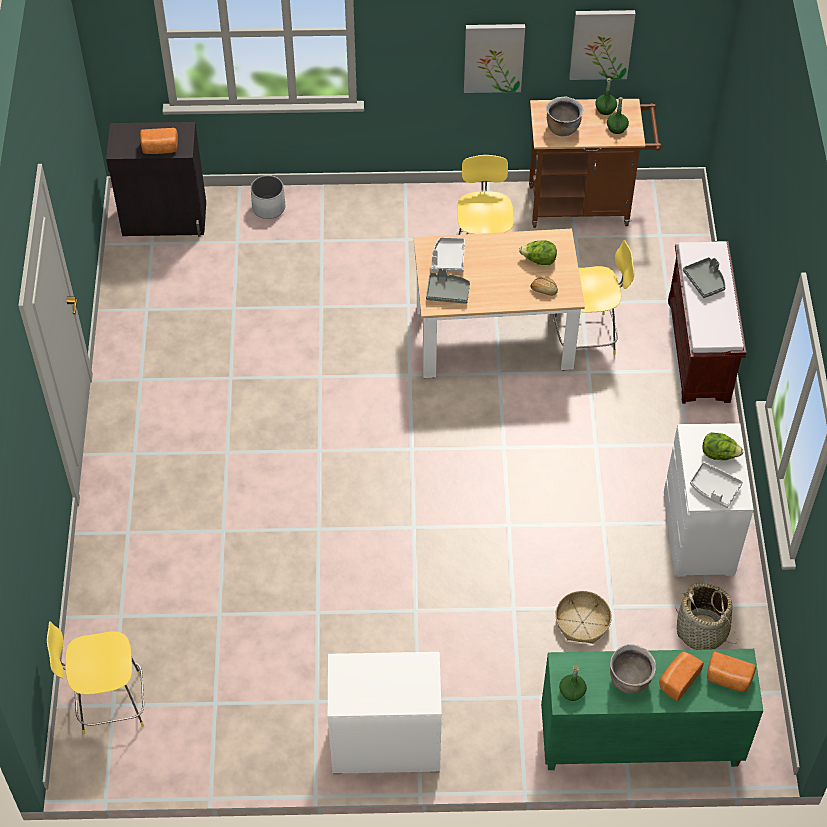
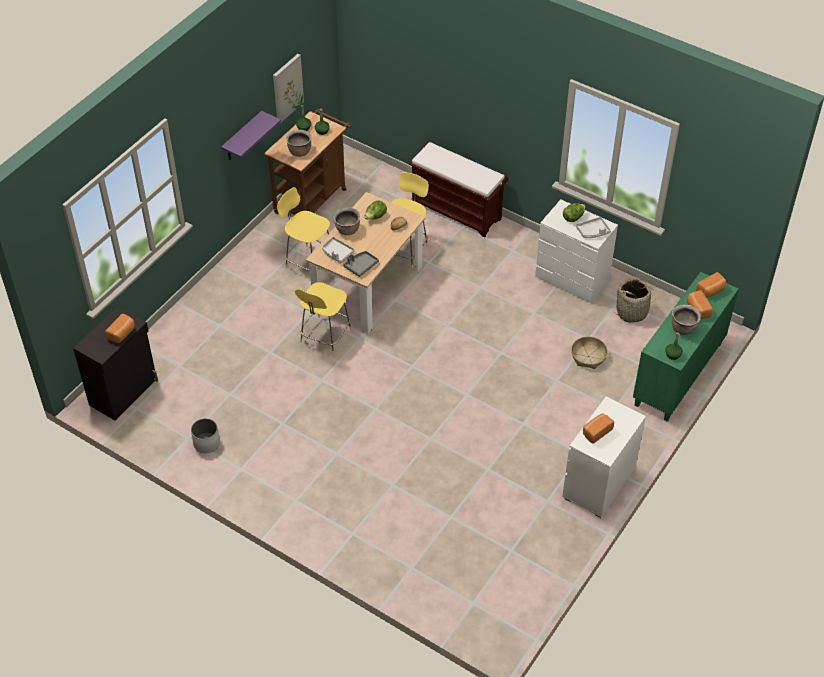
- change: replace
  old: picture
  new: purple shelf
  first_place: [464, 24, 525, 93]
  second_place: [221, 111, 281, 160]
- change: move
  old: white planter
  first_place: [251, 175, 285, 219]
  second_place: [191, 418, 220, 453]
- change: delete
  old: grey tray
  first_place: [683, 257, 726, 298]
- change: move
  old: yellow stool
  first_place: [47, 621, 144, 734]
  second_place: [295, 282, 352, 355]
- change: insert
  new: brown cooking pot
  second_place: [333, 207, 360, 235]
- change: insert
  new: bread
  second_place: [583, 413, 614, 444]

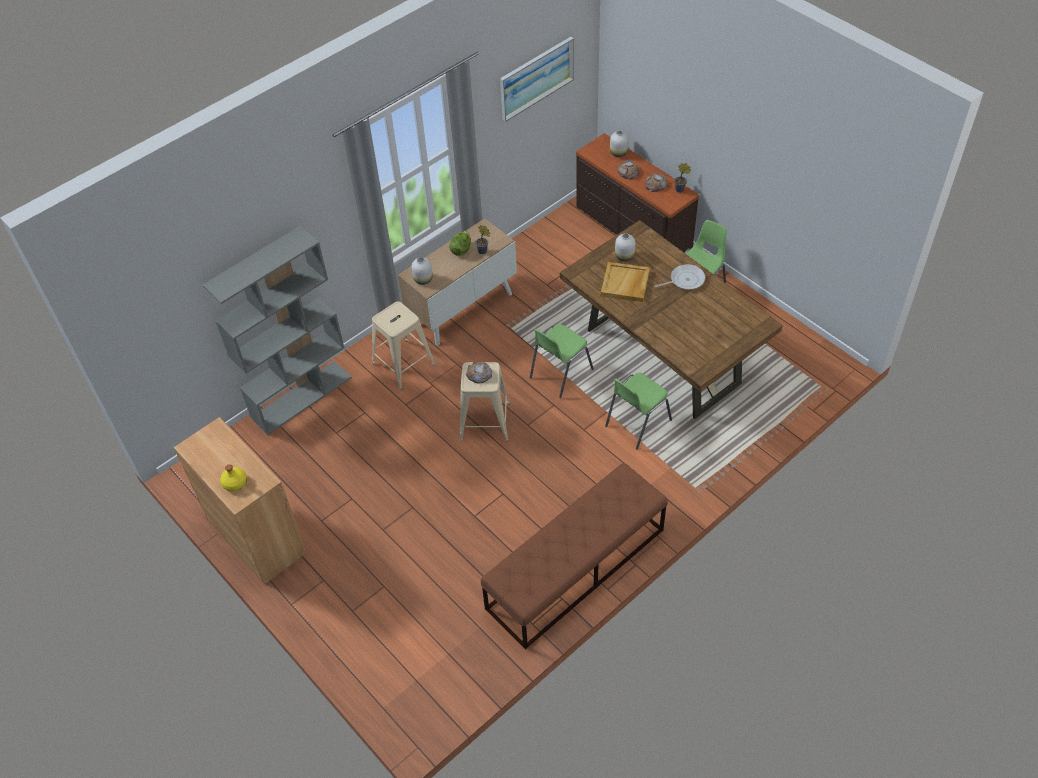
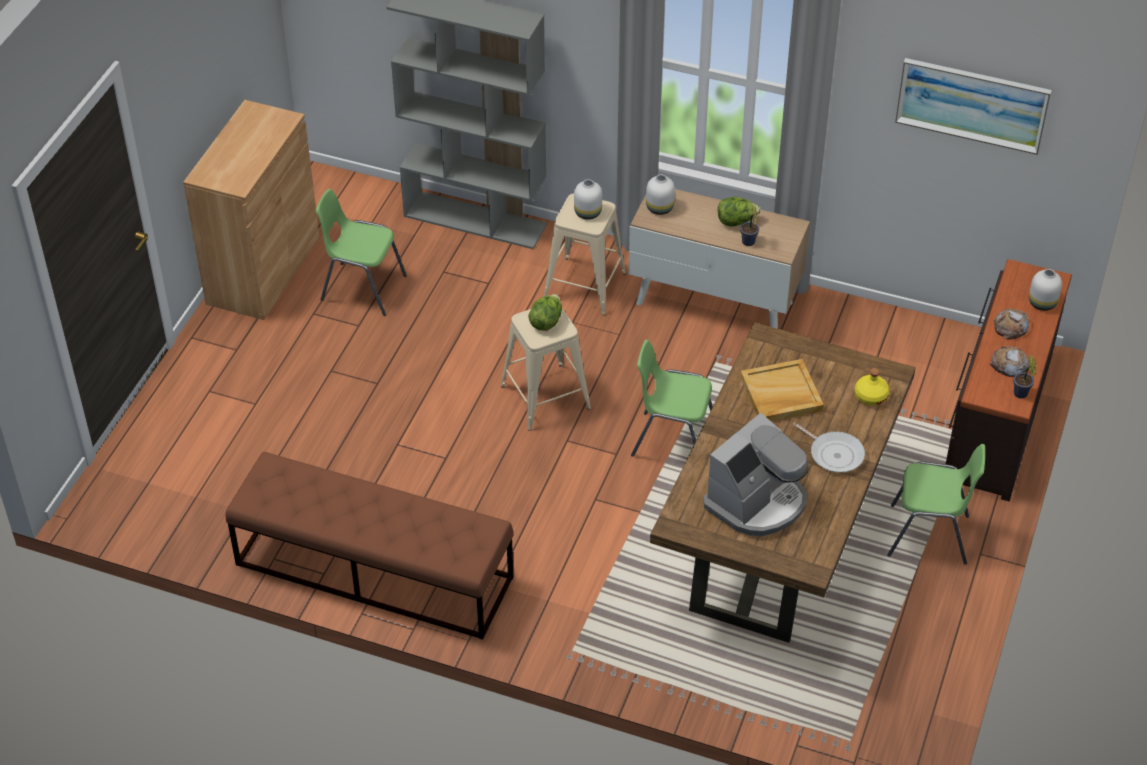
- change: move
  old: white vase
  first_place: [615, 233, 635, 261]
  second_place: [574, 179, 602, 220]
- change: replace
  old: bread
  new: lettuce
  first_place: [465, 362, 492, 383]
  second_place: [528, 294, 562, 331]
- change: move
  old: green chair
  first_place: [605, 373, 672, 450]
  second_place: [316, 189, 407, 316]
- change: move
  old: yellow bottle
  first_place: [220, 464, 247, 491]
  second_place: [855, 368, 889, 406]
- change: insert
  new: coffee machine
  second_place: [703, 413, 809, 536]

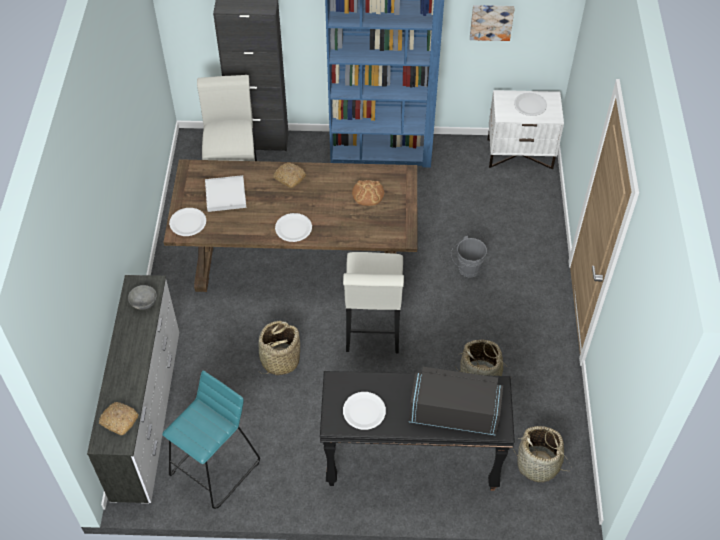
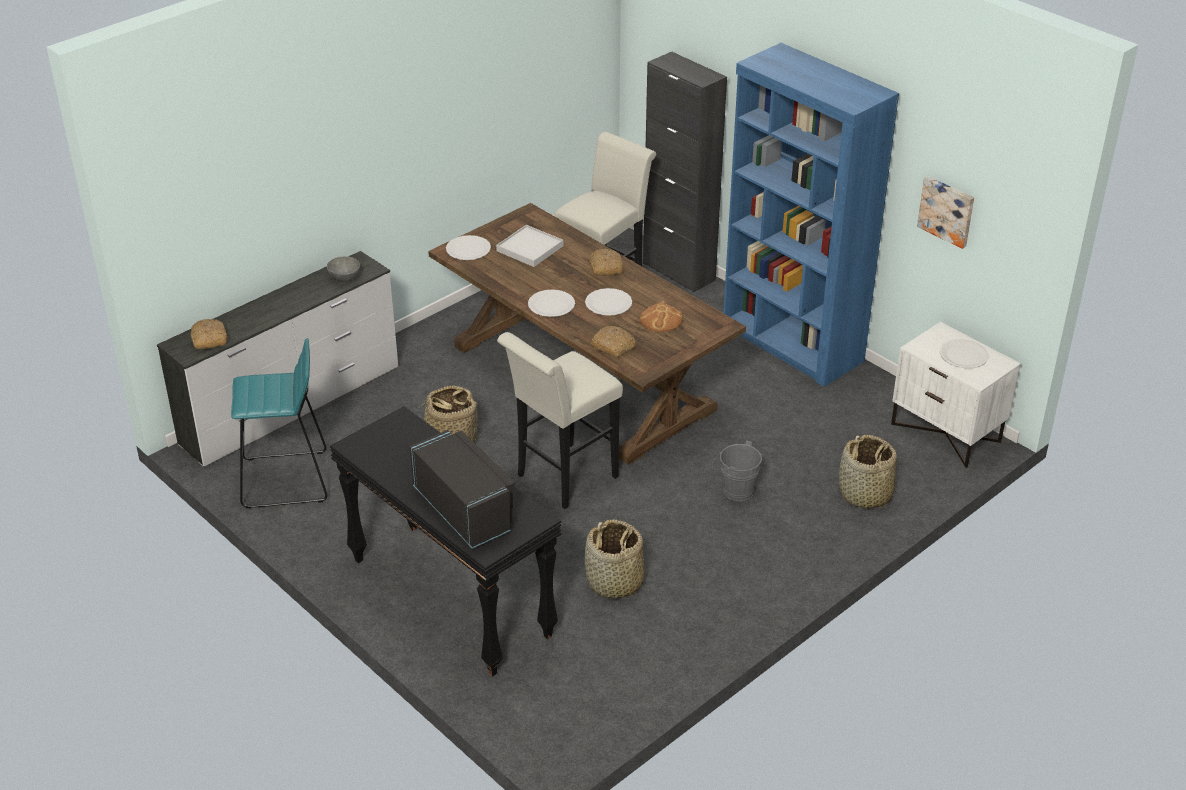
- change: move
  old: white plate
  first_place: [343, 392, 386, 430]
  second_place: [585, 288, 632, 316]
- change: move
  old: basket
  first_place: [513, 426, 568, 482]
  second_place: [839, 435, 897, 509]
- change: insert
  new: bread
  second_place: [591, 326, 636, 358]

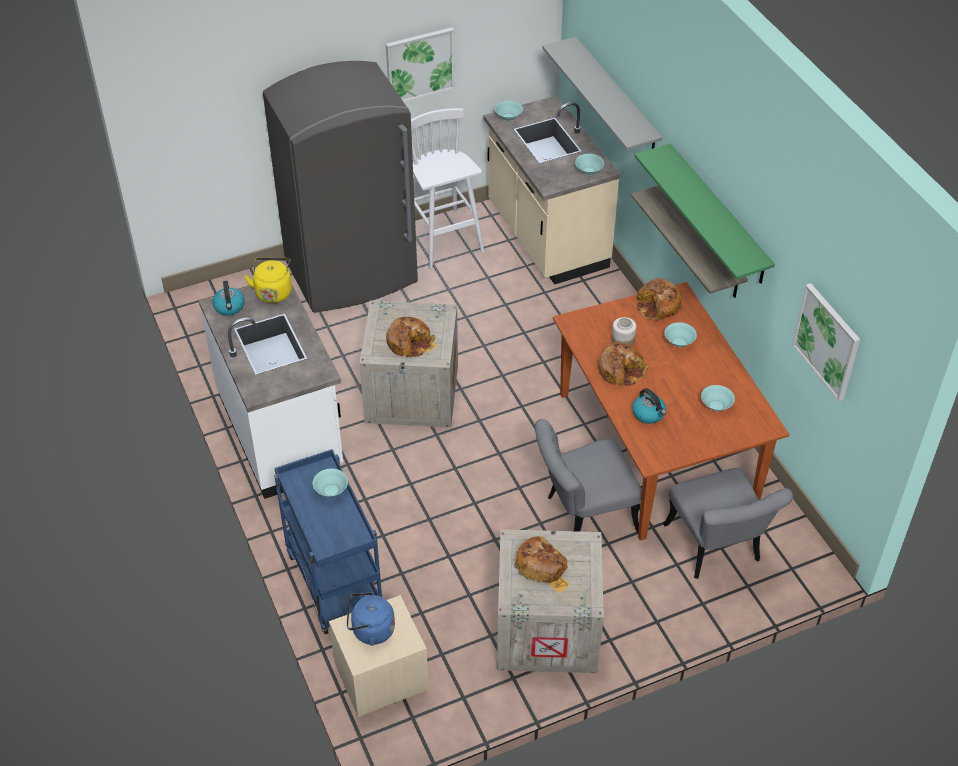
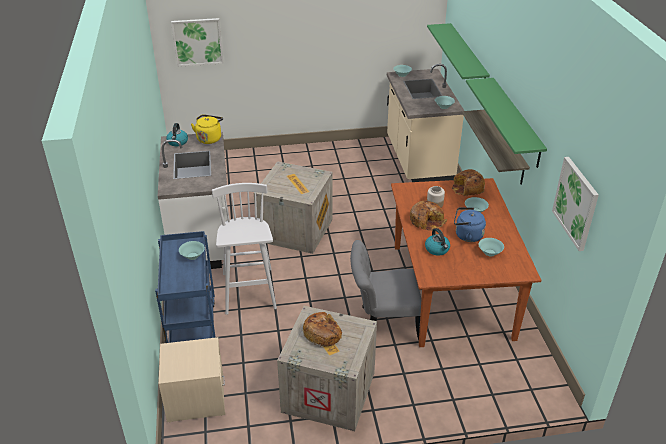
- change: move
  old: picture
  first_place: [386, 27, 455, 102]
  second_place: [171, 18, 224, 67]
- change: recolor
  old: grey shelf
  new: green shelf
  first_place: [542, 37, 663, 150]
  second_place: [427, 23, 490, 79]
- change: delete
  old: grey fridge
  first_place: [263, 61, 418, 313]
- change: move
  old: white stool
  first_place: [411, 108, 485, 269]
  second_place: [212, 183, 277, 315]
- change: delete
  old: bread
  first_place: [386, 317, 435, 357]
- change: delete
  old: grey chair
  first_place: [663, 468, 793, 579]
- change: move
  old: blue kettle
  first_place: [347, 592, 395, 646]
  second_place: [454, 207, 486, 242]

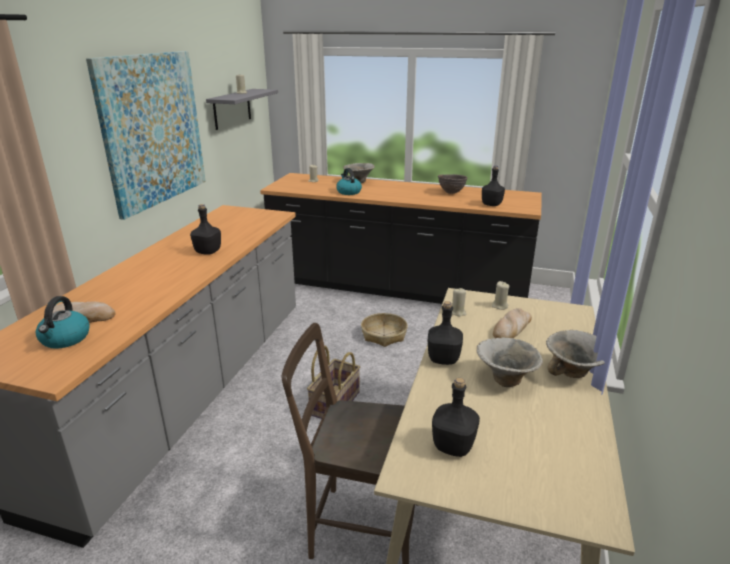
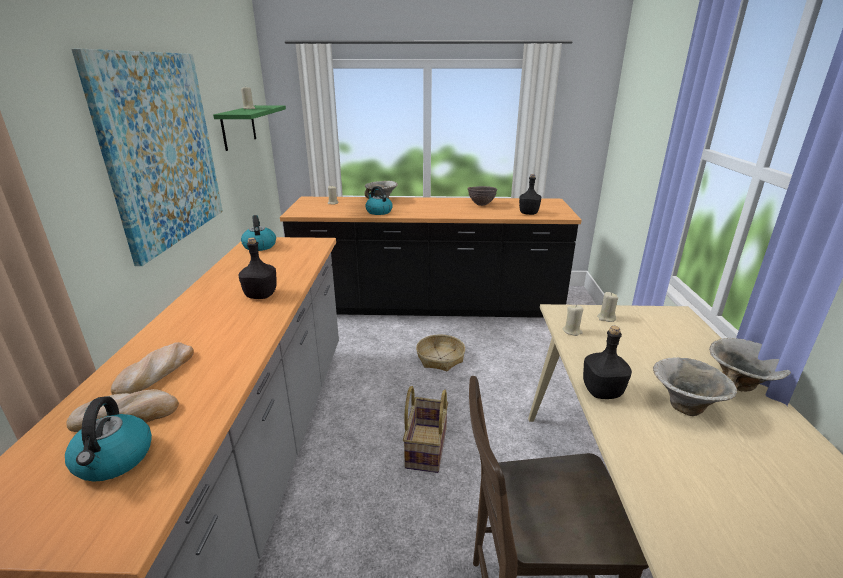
- change: recolor
  old: grey shelf
  new: green shelf
  first_place: [206, 89, 278, 130]
  second_place: [213, 105, 286, 151]
- change: move
  old: bread
  first_place: [493, 308, 532, 338]
  second_place: [111, 342, 194, 395]
- change: delete
  old: black bottle
  first_place: [432, 378, 480, 457]
- change: insert
  new: kettle
  second_place: [241, 215, 276, 251]

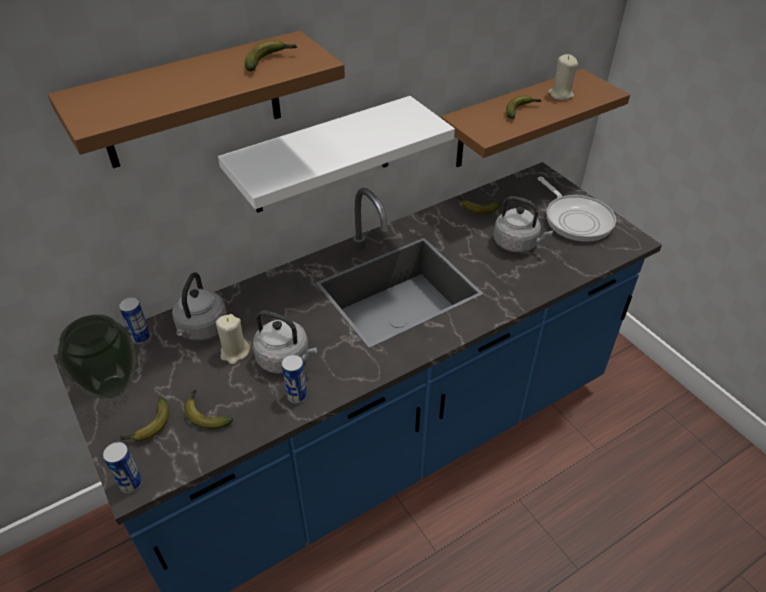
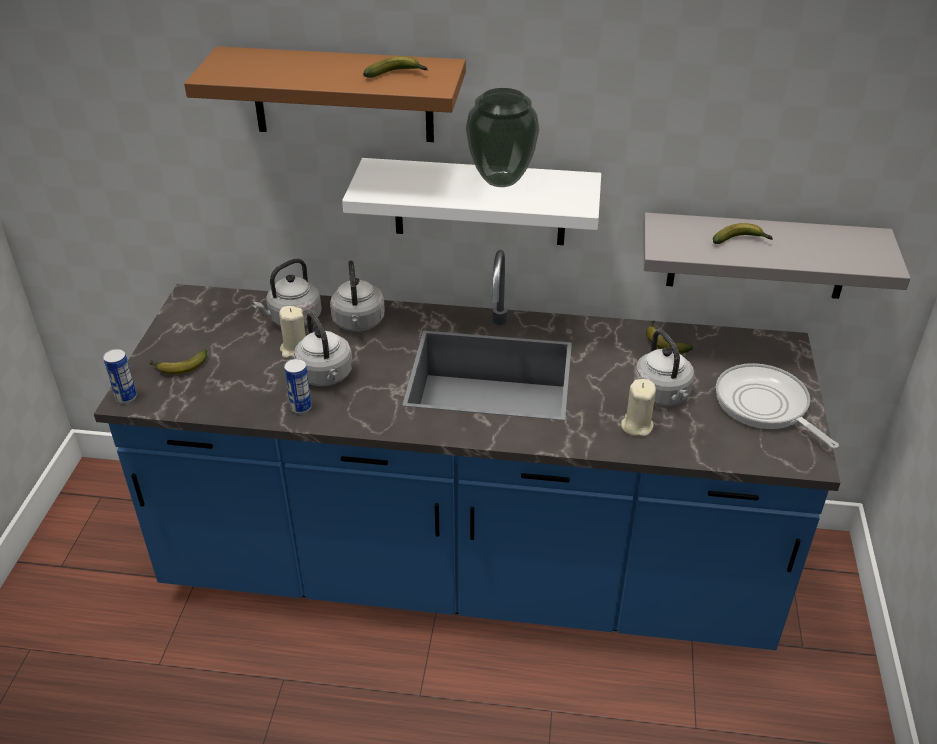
- change: move
  old: beige candle
  first_place: [548, 54, 578, 100]
  second_place: [621, 379, 656, 436]
- change: recolor
  old: brown shelf
  new: grey shelf
  first_place: [441, 69, 630, 167]
  second_place: [643, 213, 911, 299]
- change: rotate
  old: frying pan
  first_place: [537, 177, 616, 242]
  second_place: [716, 363, 839, 449]
  degrees: 135
- change: delete
  old: can
  first_place: [119, 297, 151, 345]
- change: move
  old: vase
  first_place: [57, 314, 136, 399]
  second_place: [466, 88, 539, 187]
- change: delete
  old: banana
  first_place: [184, 390, 233, 429]
- change: insert
  new: grey kettle
  second_place: [330, 260, 385, 331]

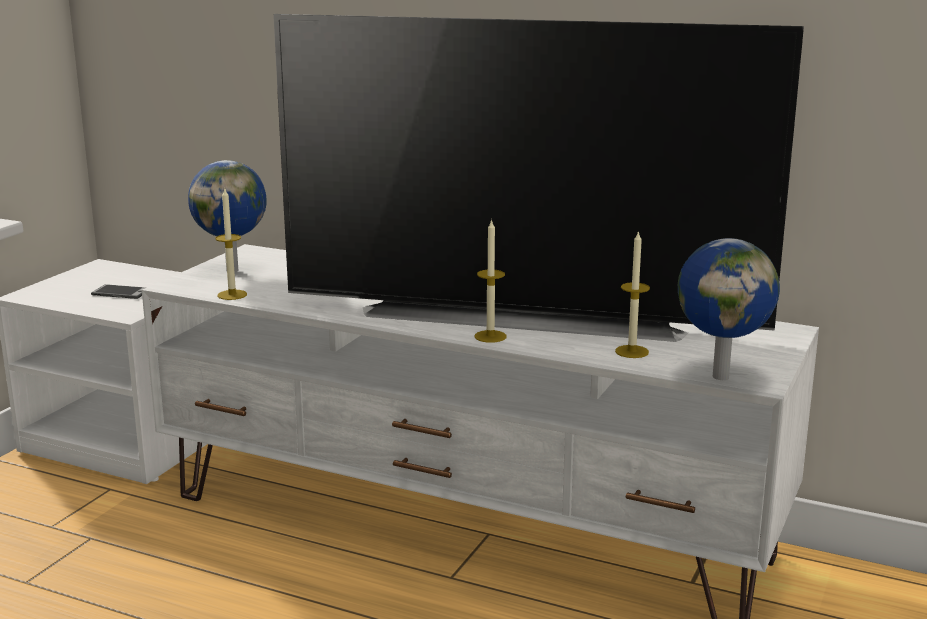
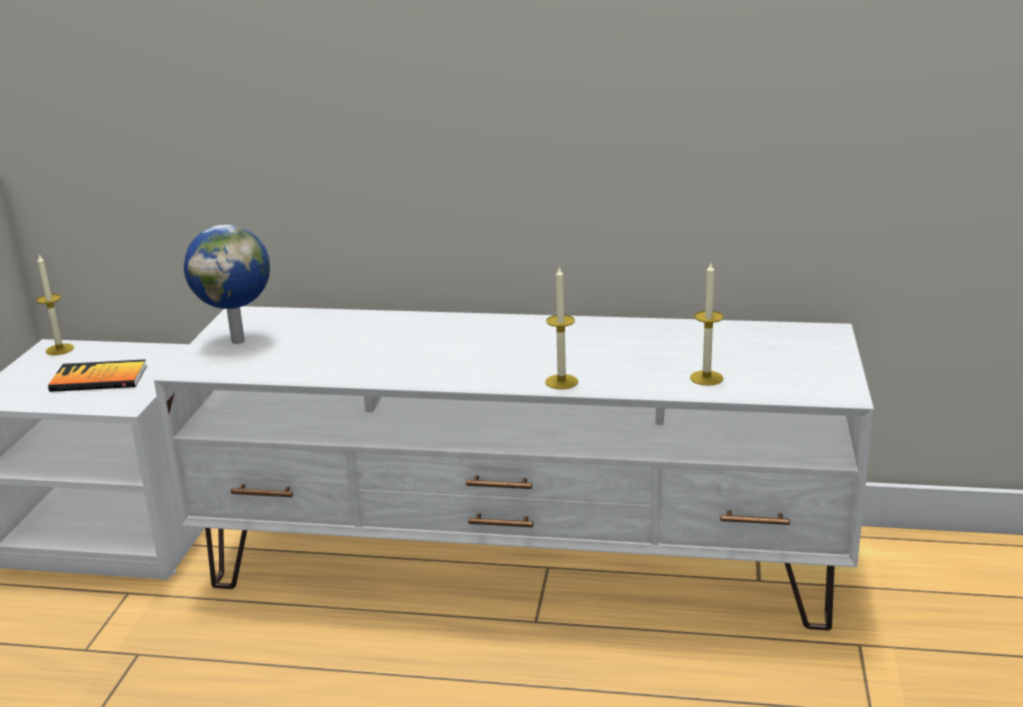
- change: delete
  old: television
  first_place: [273, 14, 804, 342]
- change: move
  old: candle
  first_place: [216, 189, 247, 300]
  second_place: [37, 255, 74, 355]
- change: delete
  old: globe
  first_place: [678, 238, 780, 380]
- change: replace
  old: phone
  new: book
  first_place: [91, 284, 146, 299]
  second_place: [48, 359, 147, 392]

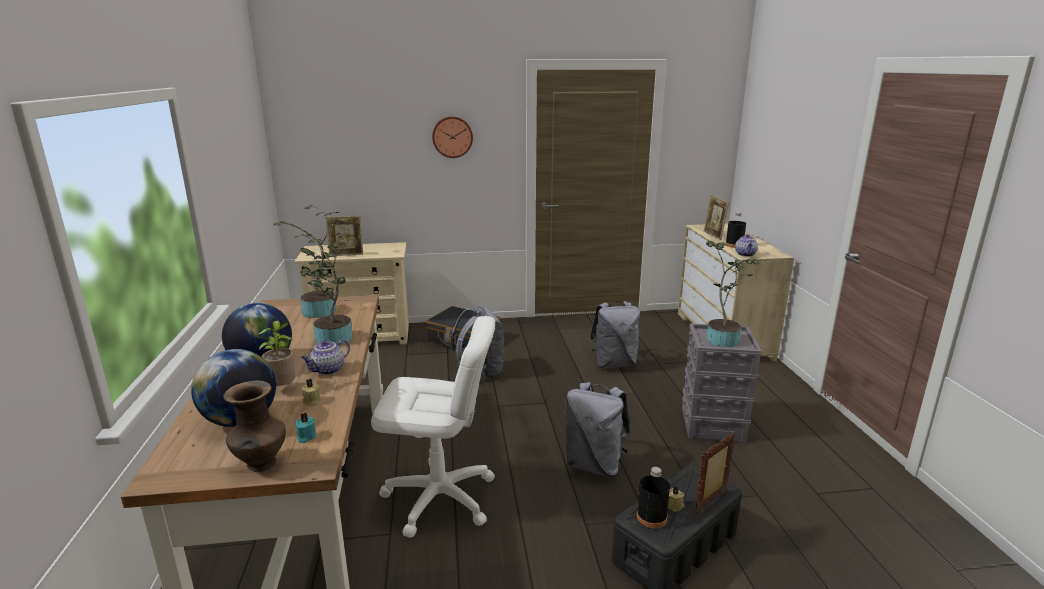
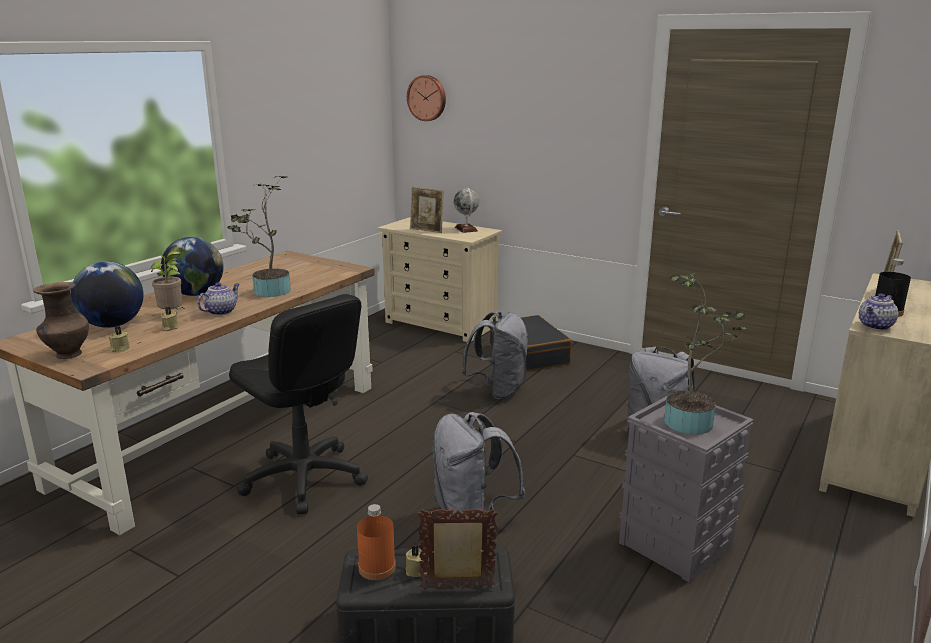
- change: move
  old: wall clock
  first_place: [432, 116, 473, 158]
  second_place: [407, 75, 446, 121]
- change: delete
  old: potted plant
  first_place: [273, 205, 339, 318]
- change: recolor
  old: white office chair
  new: black office chair
  first_place: [371, 316, 495, 538]
  second_place: [229, 294, 368, 515]
- change: rotate
  old: teapot
  first_place: [301, 339, 350, 375]
  second_place: [197, 282, 240, 315]
  degrees: 135
- change: recolor
  old: turquoise candle
  new: beige candle
  first_place: [296, 413, 316, 443]
  second_place: [109, 326, 130, 352]
- change: recolor
  old: black bottle
  new: orange bottle
  first_place: [637, 467, 670, 528]
  second_place: [357, 504, 396, 580]
- change: insert
  new: globe
  second_place: [454, 188, 479, 233]

